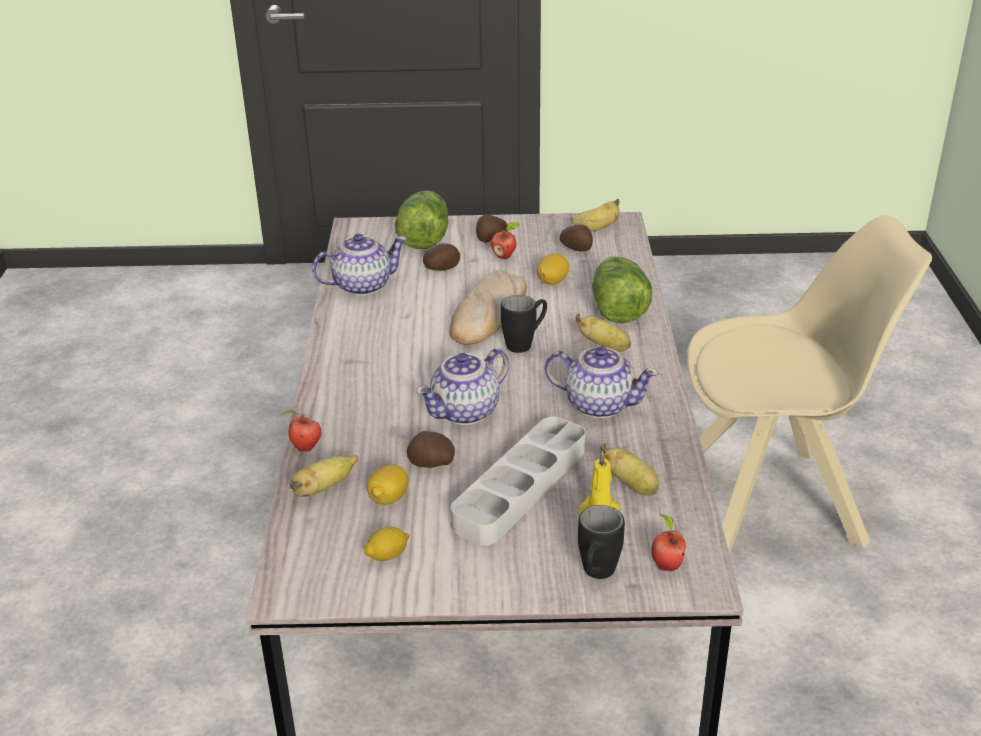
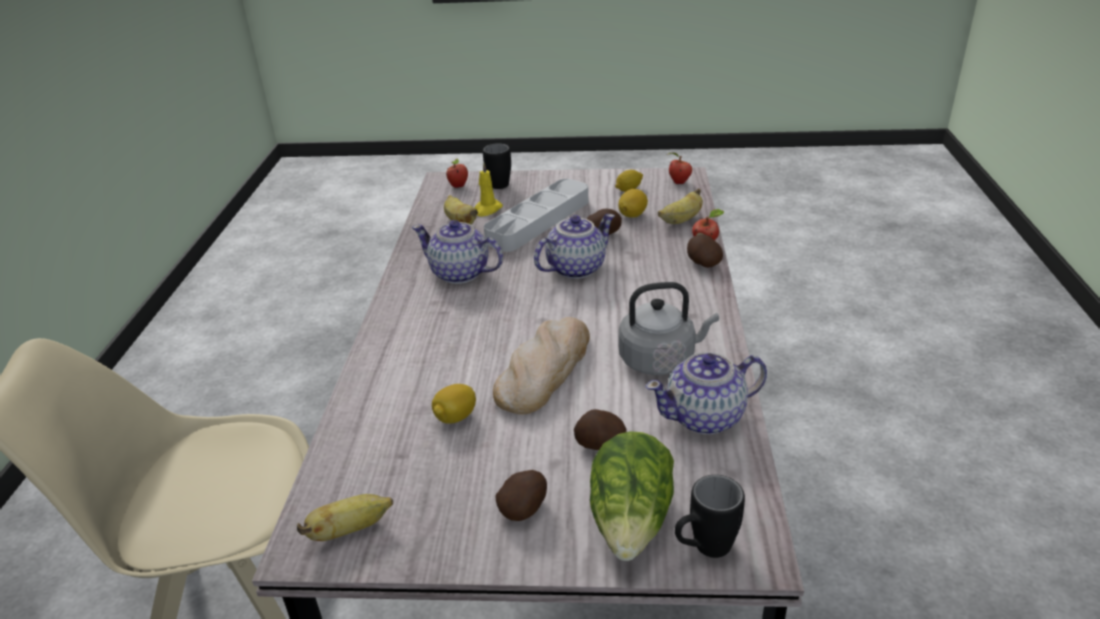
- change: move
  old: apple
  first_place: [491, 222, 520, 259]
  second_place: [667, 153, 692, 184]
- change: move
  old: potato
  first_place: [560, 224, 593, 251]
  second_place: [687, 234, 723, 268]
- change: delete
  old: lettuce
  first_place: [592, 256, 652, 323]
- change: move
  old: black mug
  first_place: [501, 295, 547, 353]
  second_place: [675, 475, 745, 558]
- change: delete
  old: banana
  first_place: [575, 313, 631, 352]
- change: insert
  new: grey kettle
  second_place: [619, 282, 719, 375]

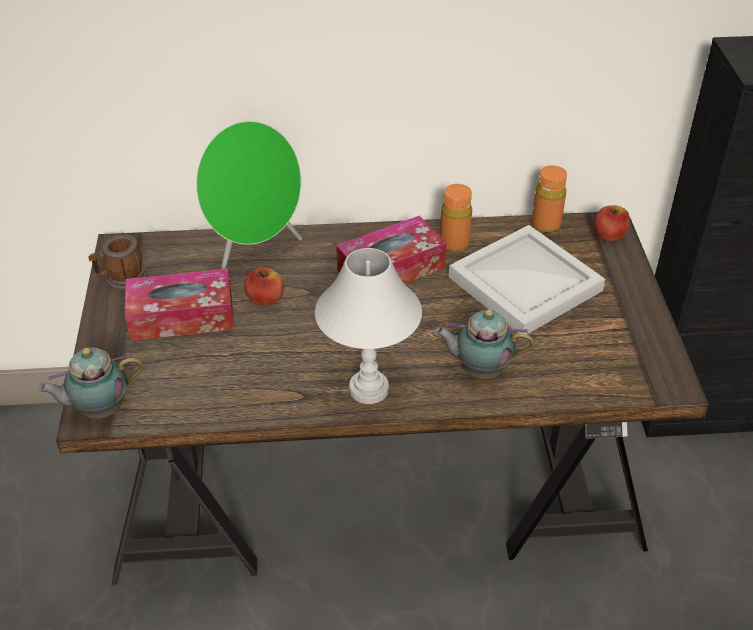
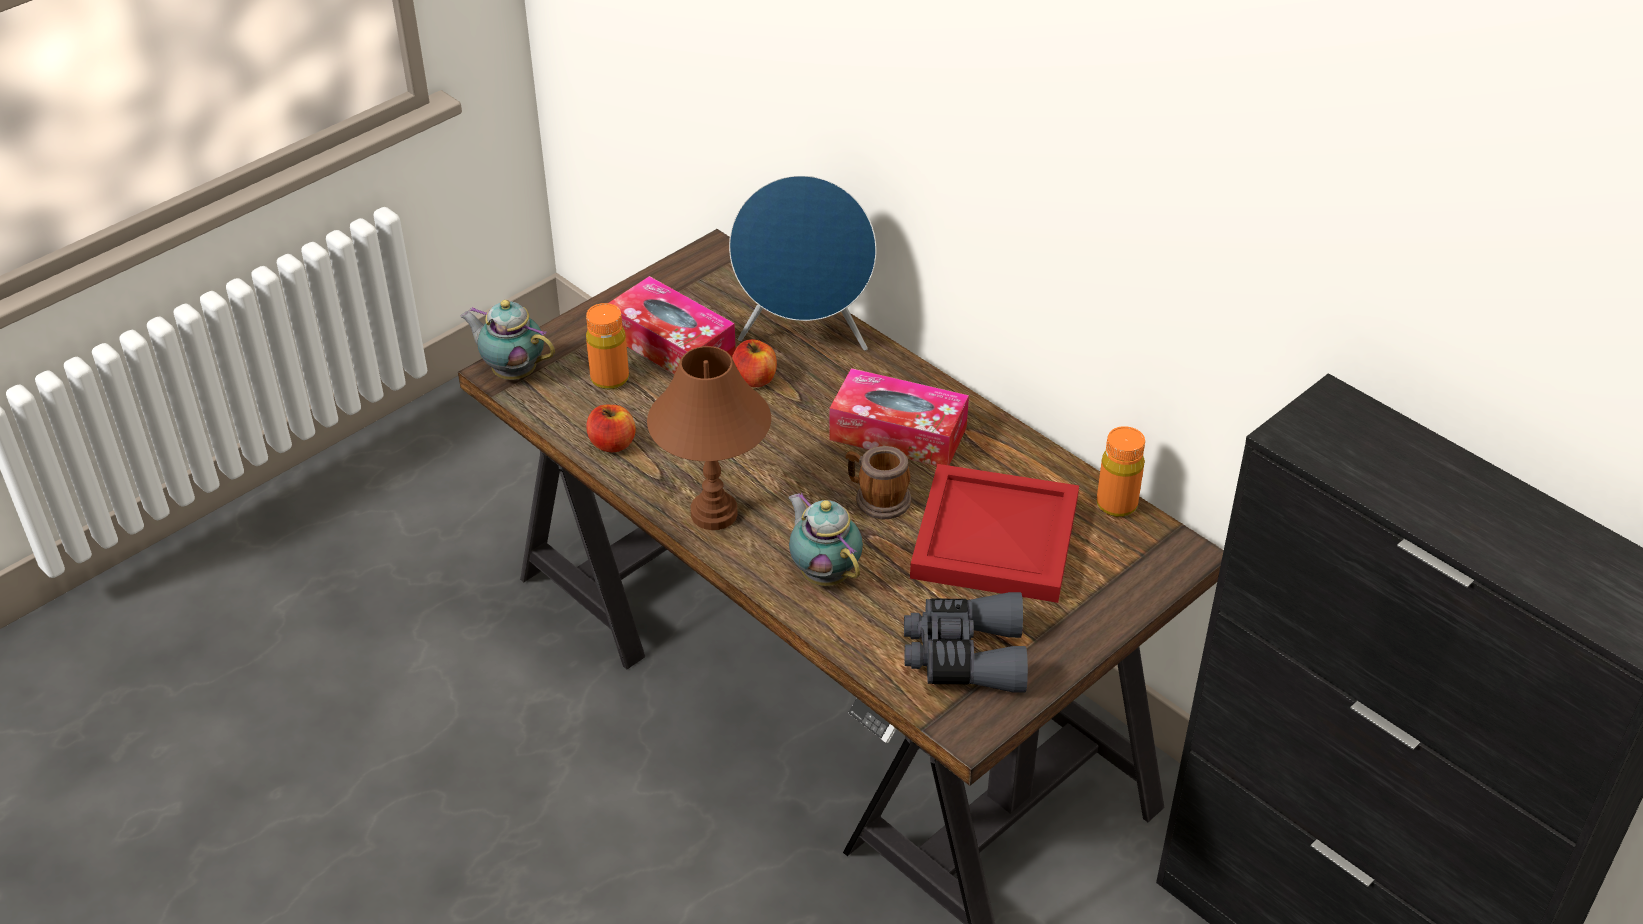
- change: recolor
  old: green speaker
  new: blue speaker
  first_place: [196, 121, 302, 269]
  second_place: [729, 175, 876, 351]
- change: move
  old: orange bottle
  first_place: [440, 184, 472, 252]
  second_place: [586, 303, 629, 389]
- change: move
  old: apple
  first_place: [594, 205, 630, 242]
  second_place: [586, 404, 636, 452]
- change: recolor
  old: white tray
  new: red tray
  first_place: [449, 225, 605, 334]
  second_place: [910, 464, 1079, 603]
- change: move
  old: mug
  first_place: [89, 234, 148, 290]
  second_place: [845, 446, 911, 519]
- change: recolor
  old: white table lamp
  new: brown table lamp
  first_place: [315, 248, 422, 404]
  second_place: [647, 346, 771, 530]
- change: insert
  new: grey binoculars
  second_place: [904, 592, 1028, 693]

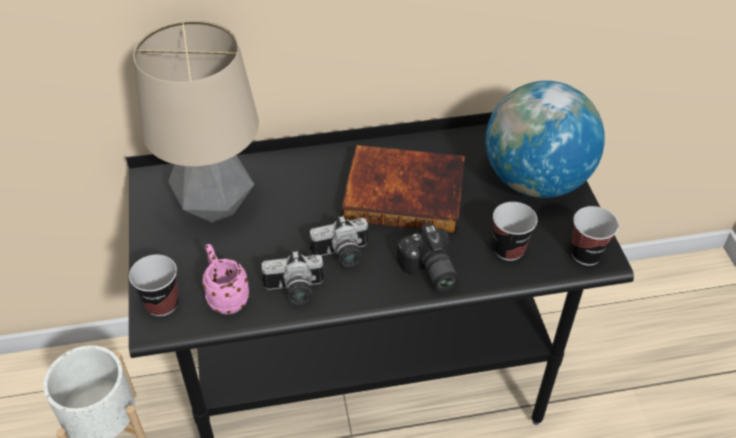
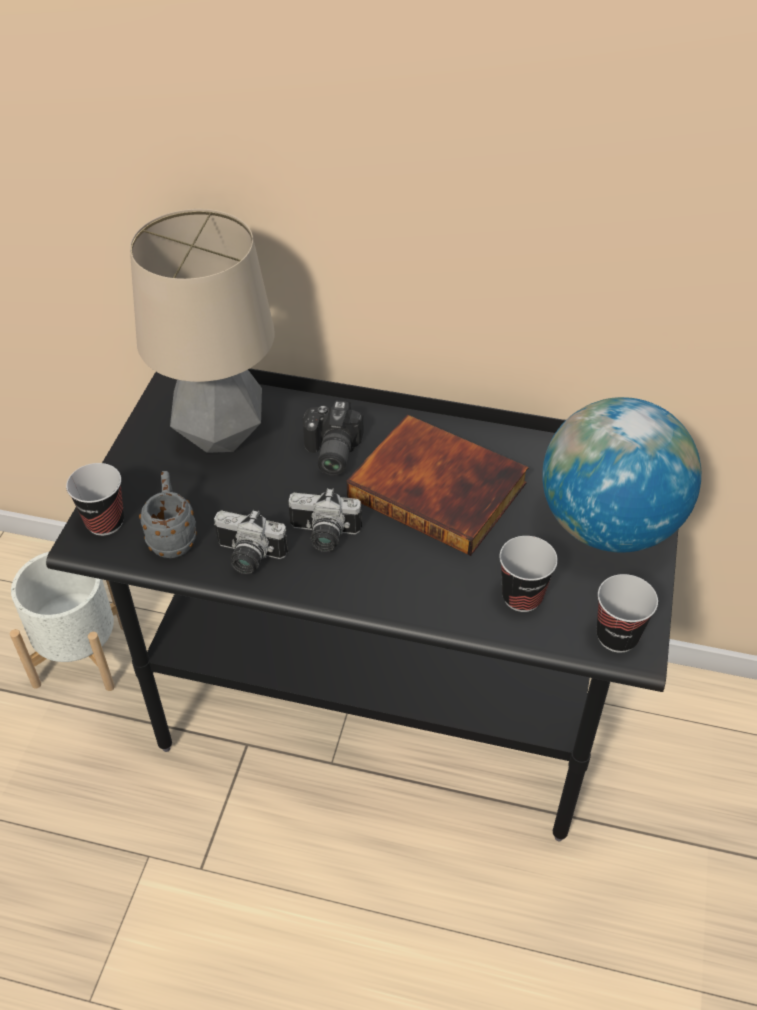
- change: move
  old: photo camera
  first_place: [397, 224, 458, 292]
  second_place: [303, 400, 363, 476]
- change: recolor
  old: pink mug
  new: grey mug
  first_place: [202, 244, 250, 314]
  second_place: [139, 471, 197, 558]

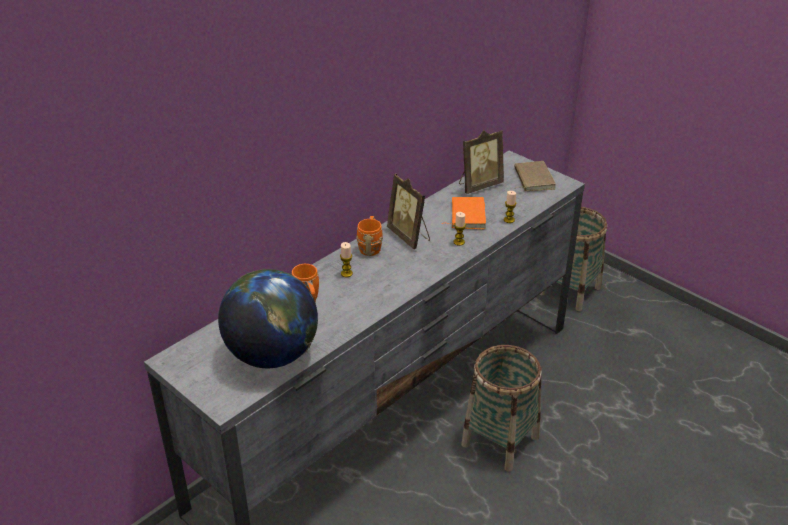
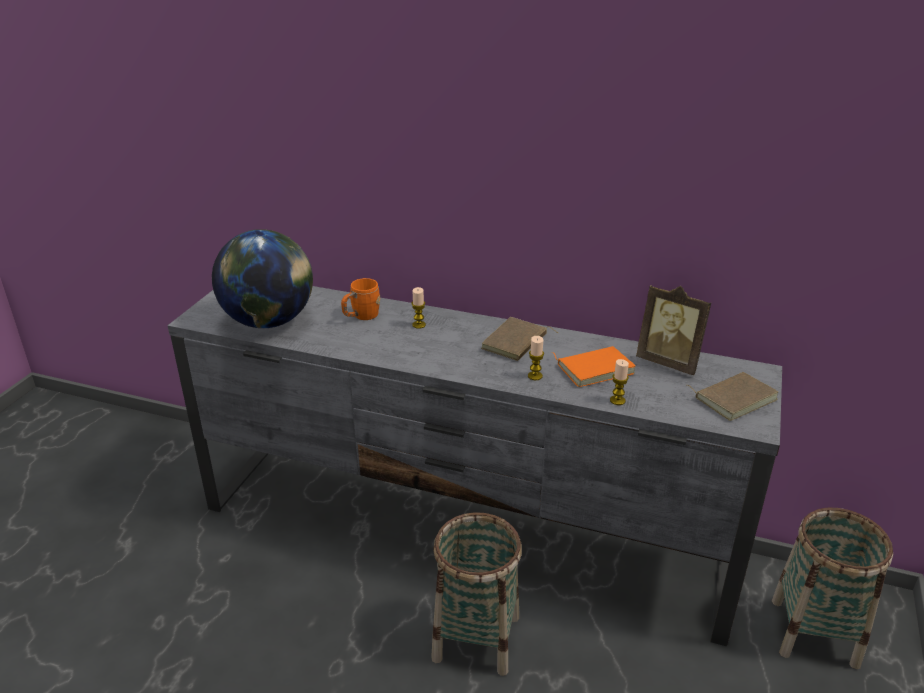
- change: replace
  old: picture frame
  new: brown book
  first_place: [387, 174, 430, 249]
  second_place: [481, 317, 558, 361]
- change: delete
  old: orange mug
  first_place: [356, 216, 383, 256]

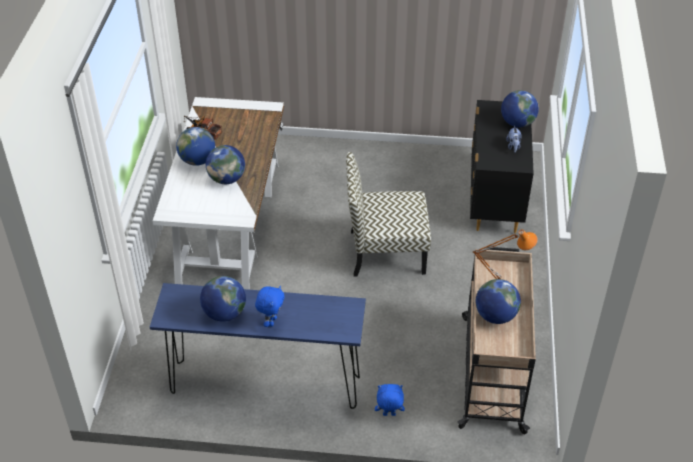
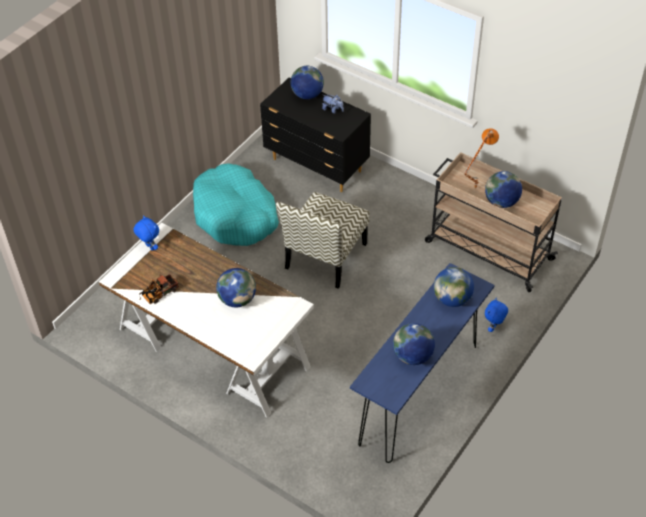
- change: move
  old: globe
  first_place: [176, 127, 215, 166]
  second_place: [434, 267, 474, 307]
- change: move
  old: blue plush toy
  first_place: [255, 286, 285, 327]
  second_place: [133, 215, 159, 251]
- change: insert
  new: turquoise dog bed
  second_place: [193, 163, 279, 246]

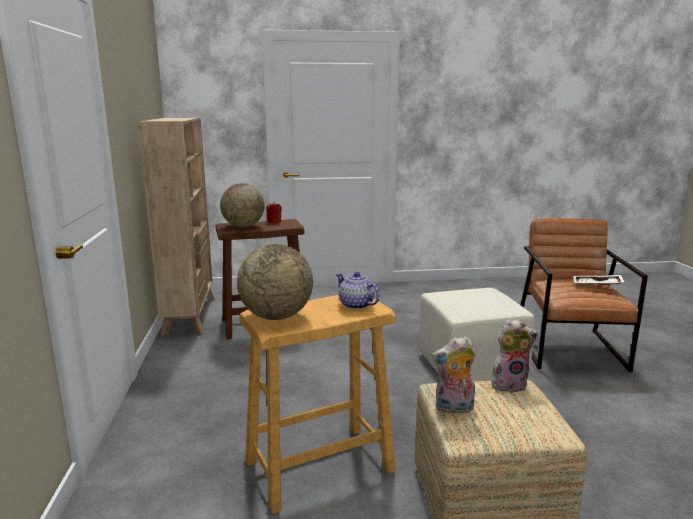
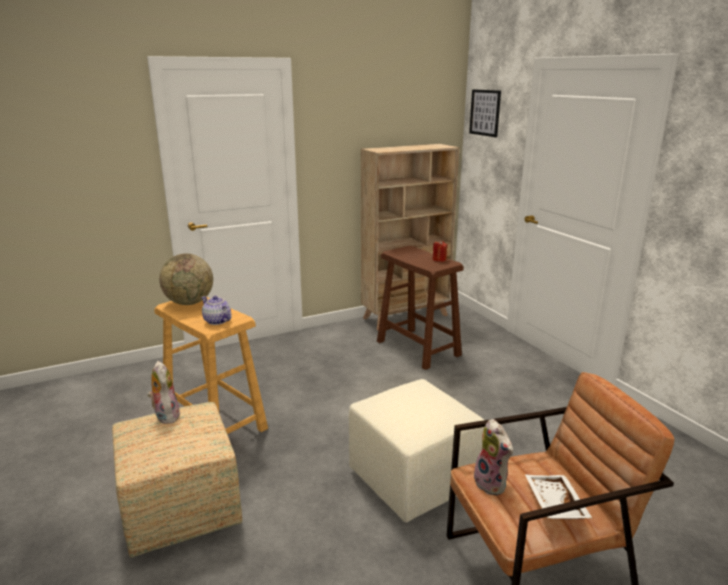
- change: delete
  old: globe
  first_place: [220, 183, 265, 227]
- change: rotate
  old: teapot
  first_place: [336, 272, 380, 310]
  second_place: [201, 296, 232, 325]
  degrees: -75
- change: move
  old: plush toy
  first_place: [492, 319, 538, 392]
  second_place: [474, 419, 513, 495]
- change: insert
  new: picture
  second_place: [469, 89, 501, 137]

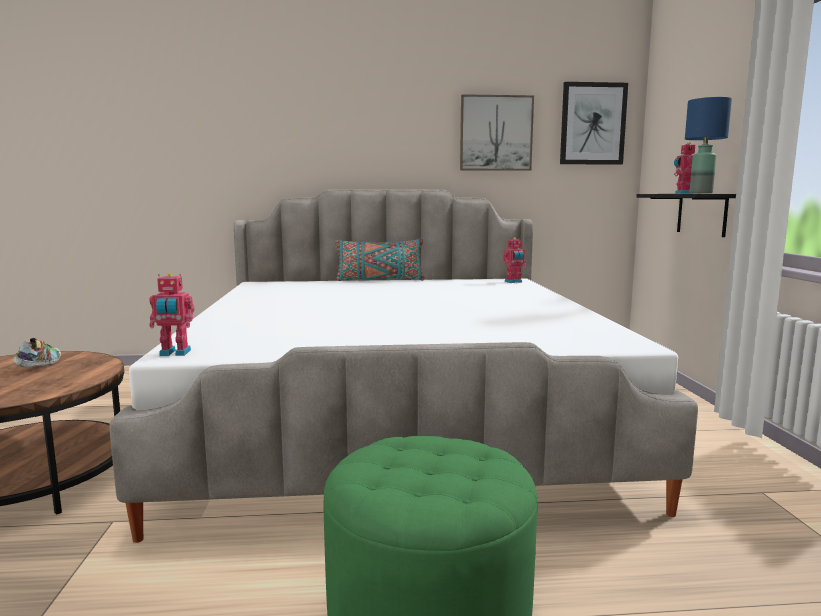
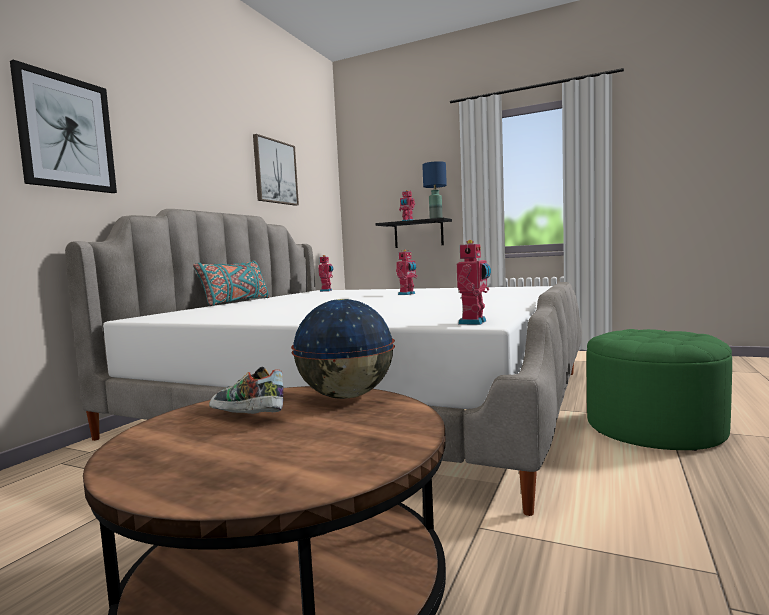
- change: move
  old: picture
  first_place: [560, 82, 628, 165]
  second_place: [10, 60, 117, 193]
- change: insert
  new: toy robot
  second_place: [396, 250, 418, 295]
- change: insert
  new: globe
  second_place: [291, 299, 395, 399]

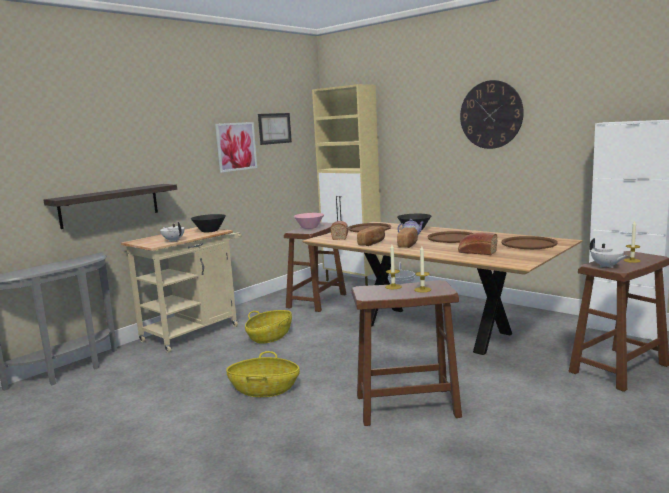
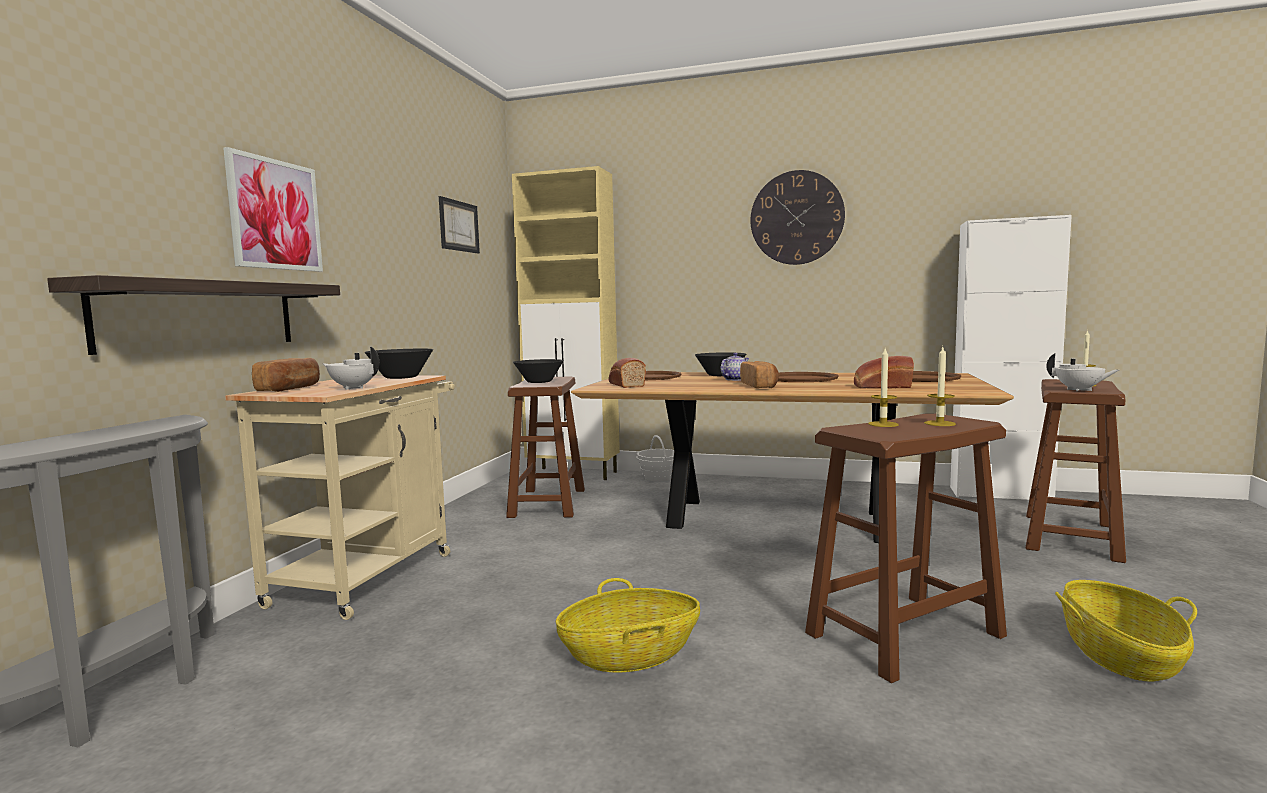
- change: move
  old: picture
  first_place: [215, 122, 257, 172]
  second_place: [223, 147, 323, 272]
- change: recolor
  old: pink bowl
  new: black bowl
  first_place: [294, 213, 324, 229]
  second_place: [513, 359, 564, 383]
- change: move
  old: bread
  first_place: [357, 226, 385, 246]
  second_place: [252, 358, 320, 392]
- change: move
  old: basket
  first_place: [245, 310, 292, 344]
  second_place: [1055, 580, 1197, 682]

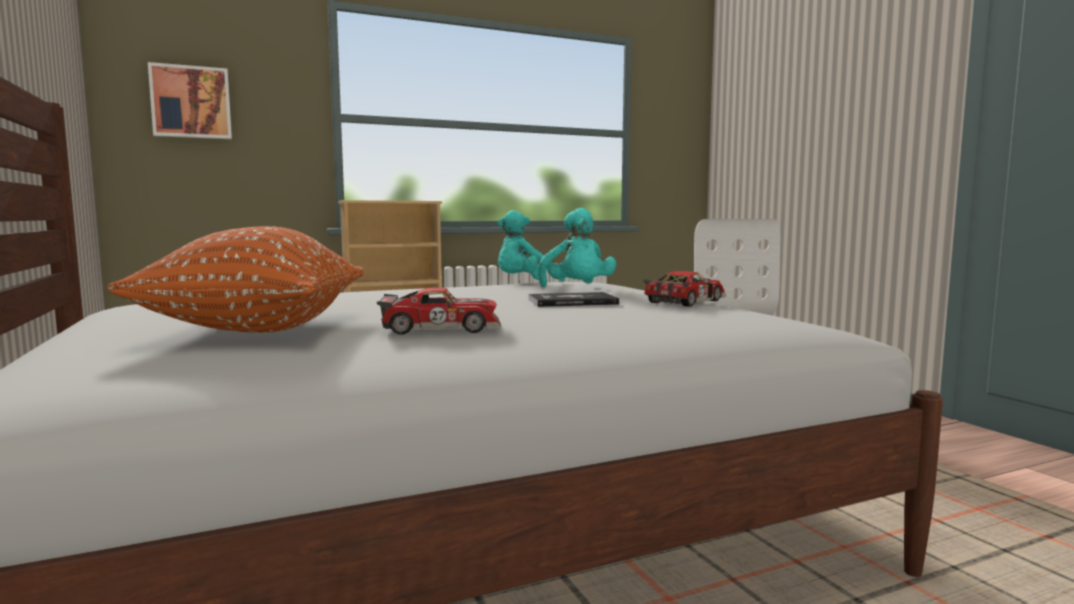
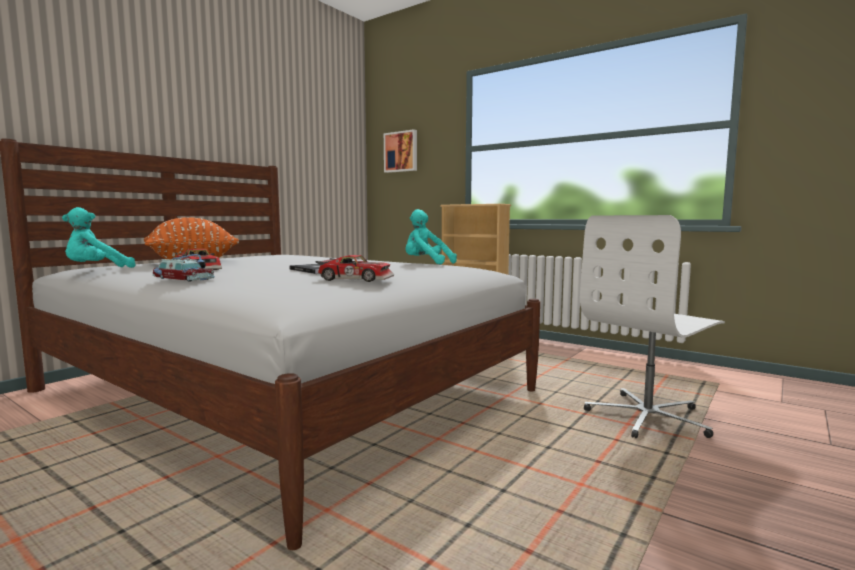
- change: move
  old: turquoise plush toy
  first_place: [538, 208, 616, 287]
  second_place: [62, 207, 136, 268]
- change: insert
  new: toy car
  second_place: [153, 254, 215, 282]

